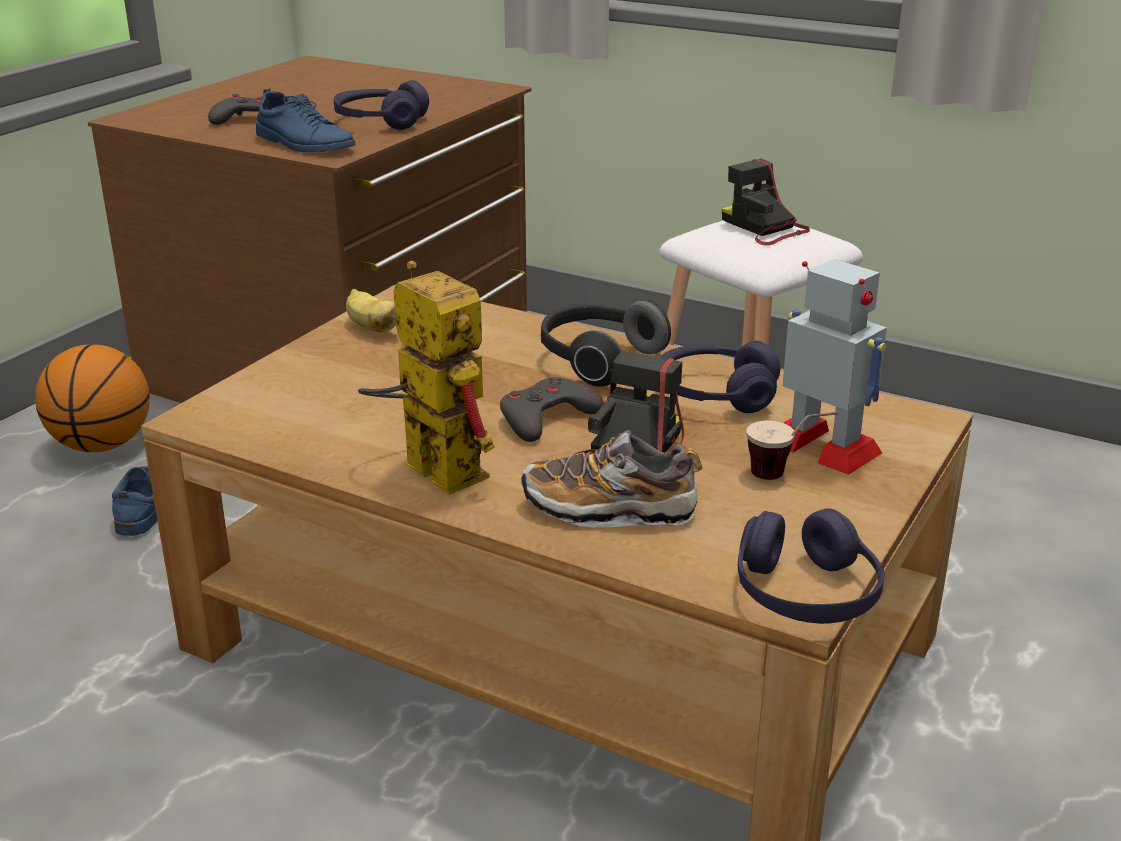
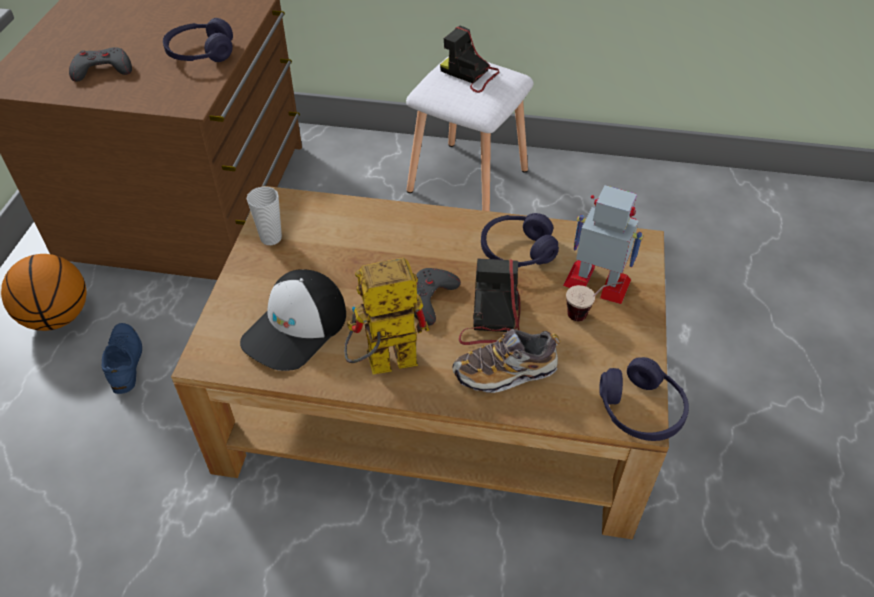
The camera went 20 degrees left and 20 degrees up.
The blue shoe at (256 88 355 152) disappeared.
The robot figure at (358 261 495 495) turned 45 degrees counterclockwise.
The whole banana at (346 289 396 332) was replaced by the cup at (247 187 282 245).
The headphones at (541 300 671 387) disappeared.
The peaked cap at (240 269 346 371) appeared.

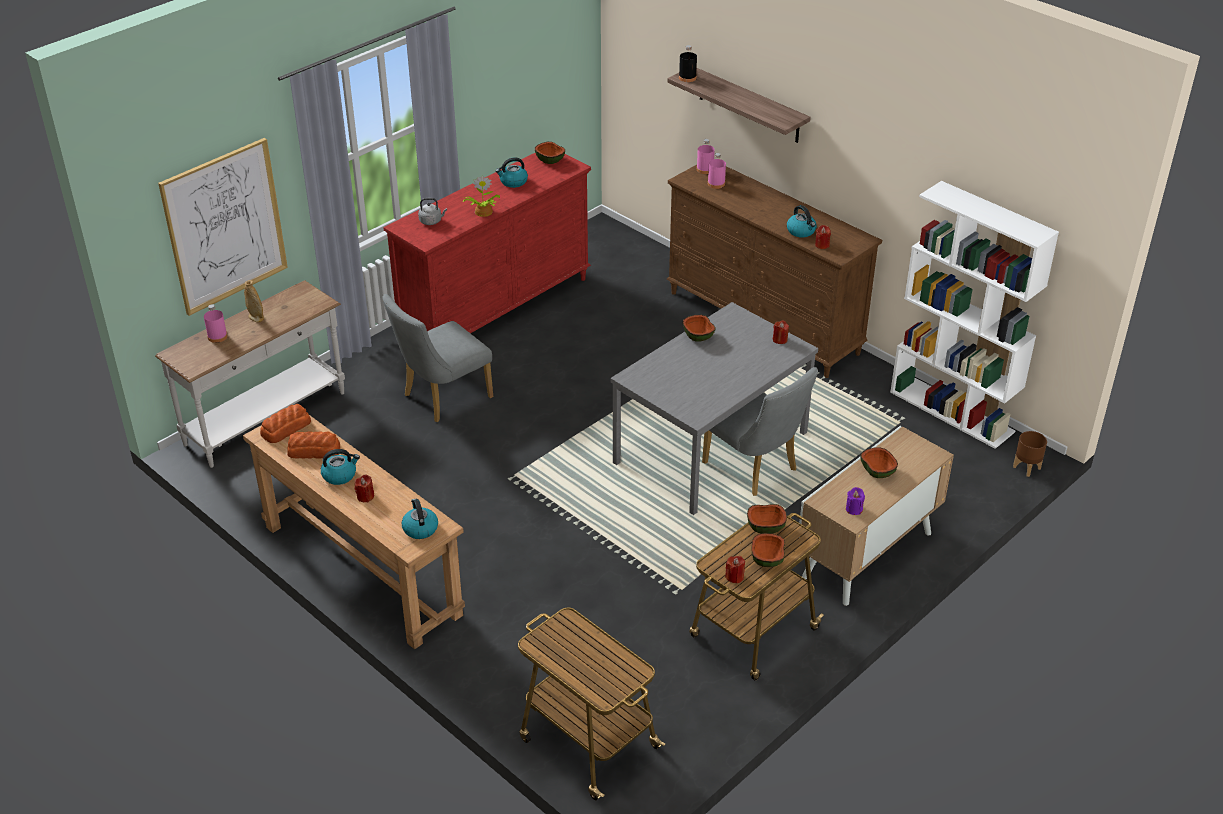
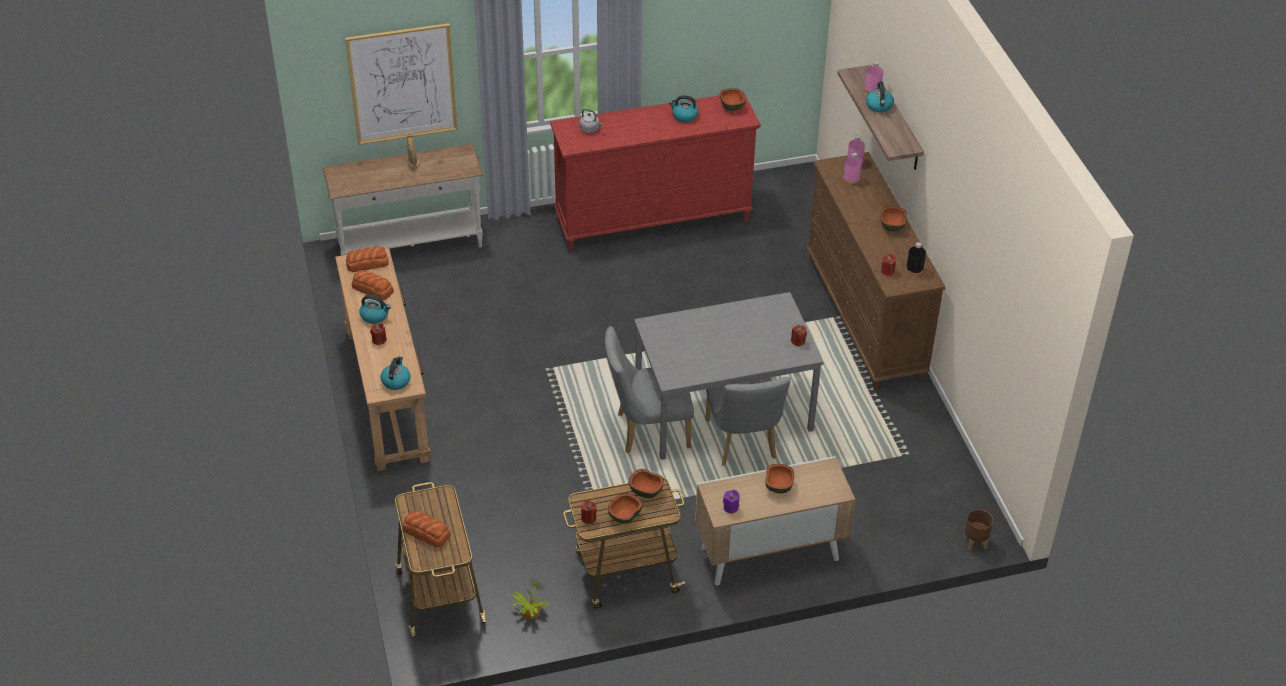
The camera went 30 degrees right and 5 degrees up.
The black bottle moved from (679 45 697 82) to (906 242 926 276).
The houseplant moved from (463 176 500 217) to (510 579 549 619).
The whitish shelving unit at (890 181 1059 449) disappeared.
The water kettle moved from (787 205 817 238) to (866 82 894 112).
The gray upright chair moved from (383 294 493 422) to (605 326 694 453).
The pinkish bottle moved from (204 304 228 343) to (864 61 883 94).
The serving bowl moved from (683 315 716 342) to (881 206 906 231).
The bakery bread at (403 510 451 547) appeared.

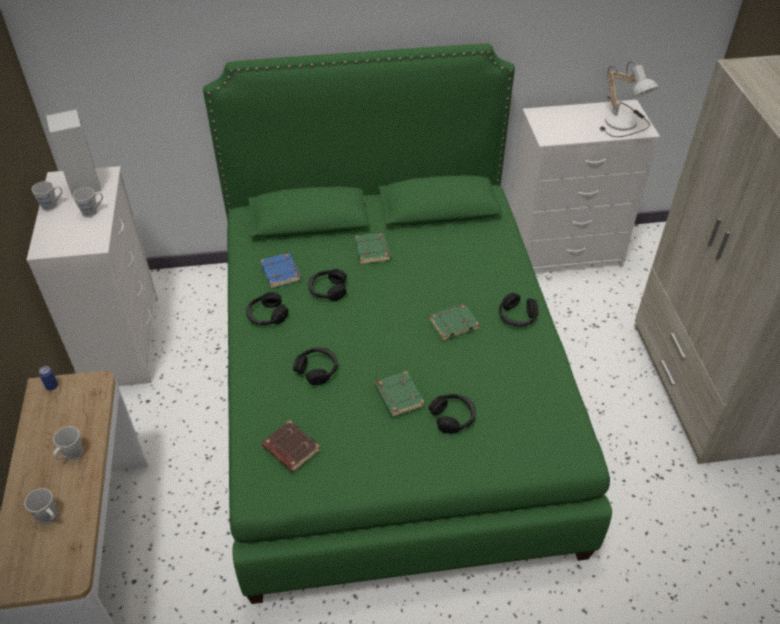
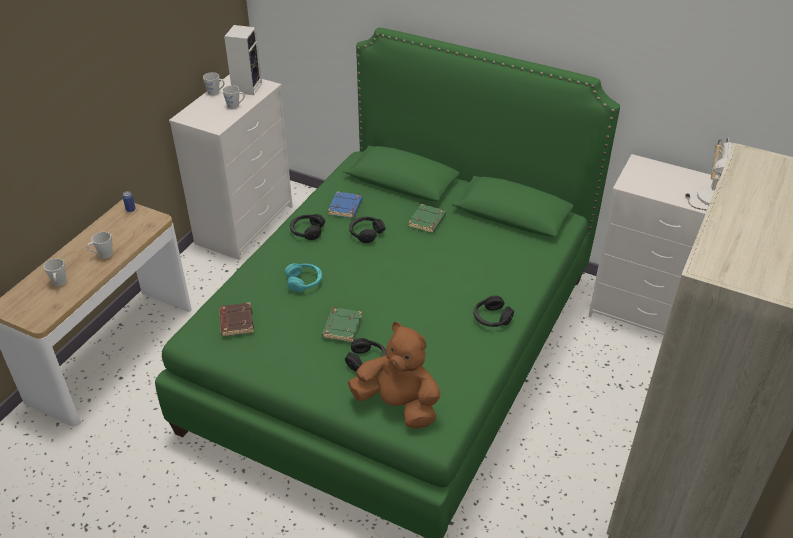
The camera went 35 degrees right and 5 degrees down.
The greenish book at (429 303 479 340) disappeared.
The black headphones at (293 347 338 385) became the turquoise-coloured headphones at (285 263 322 292).
The brownish cuddly toy at (348 322 440 429) appeared.

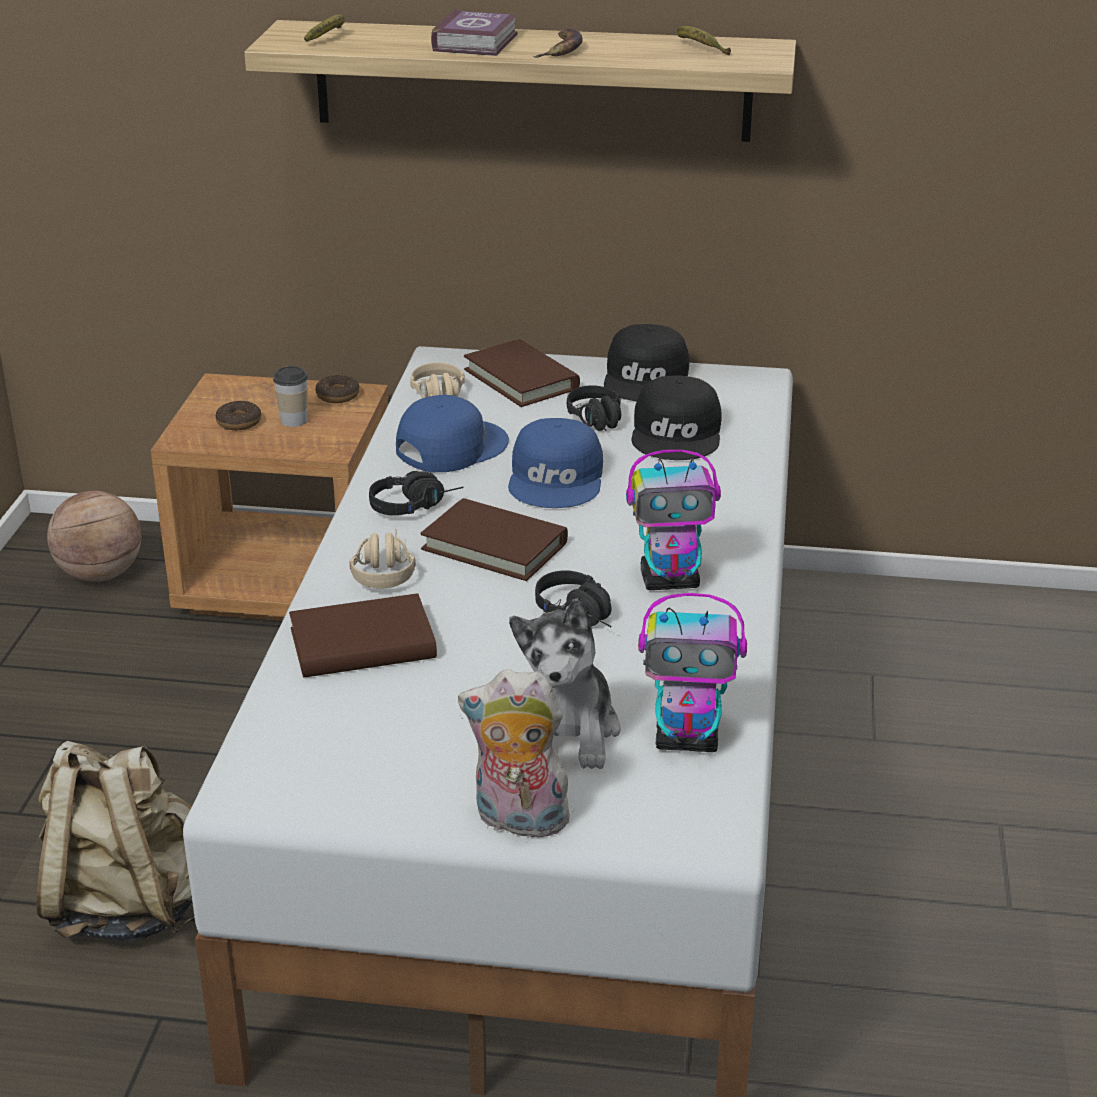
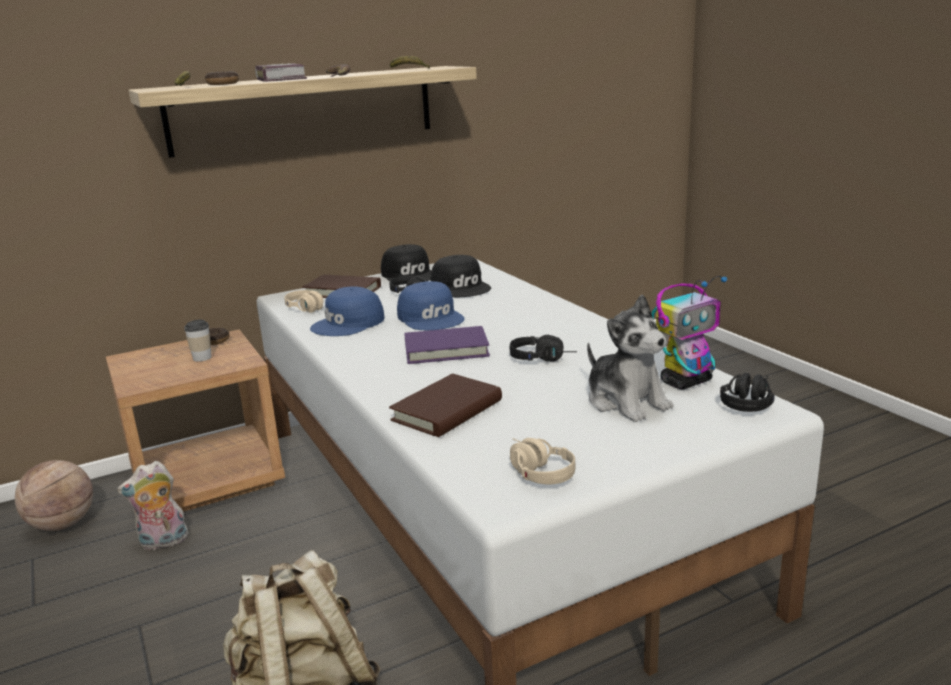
The camera went 35 degrees left and 10 degrees down.
The blue peaked cap at (396 395 509 472) turned 150 degrees counterclockwise.
The ring doughnut moved from (216 401 261 430) to (205 71 239 85).
The robot figure at (626 450 721 590) disappeared.
The black headphones moved from (369 471 464 515) to (720 373 775 412).
The brownish book at (420 498 568 581) became the purple book at (404 326 490 364).
The beige headphones moved from (349 529 416 589) to (510 438 575 484).
The cuddly toy moved from (458 669 573 843) to (117 461 189 550).

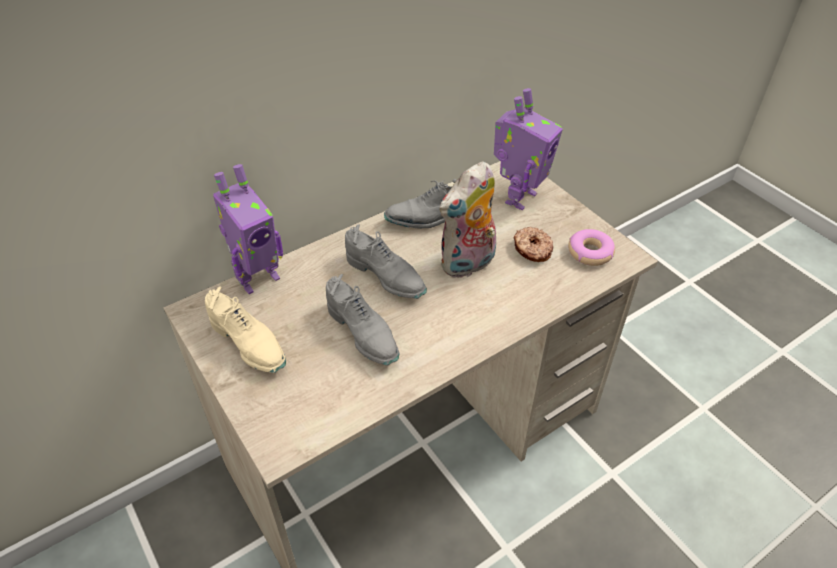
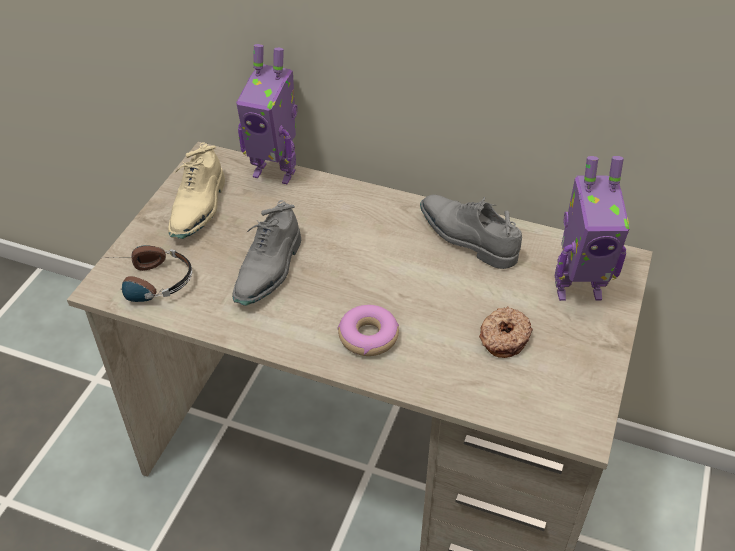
The camera went 55 degrees right and 0 degrees up.
The cuddly toy at (439 161 496 278) disappeared.
The gray shoe at (345 224 427 299) disappeared.
The ring doughnut moved from (568 229 615 266) to (338 305 399 356).
The headphones at (120 245 192 302) appeared.

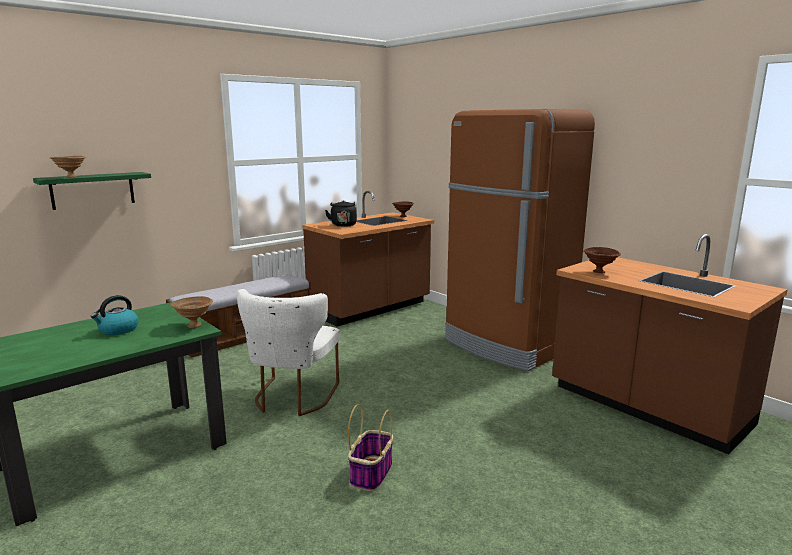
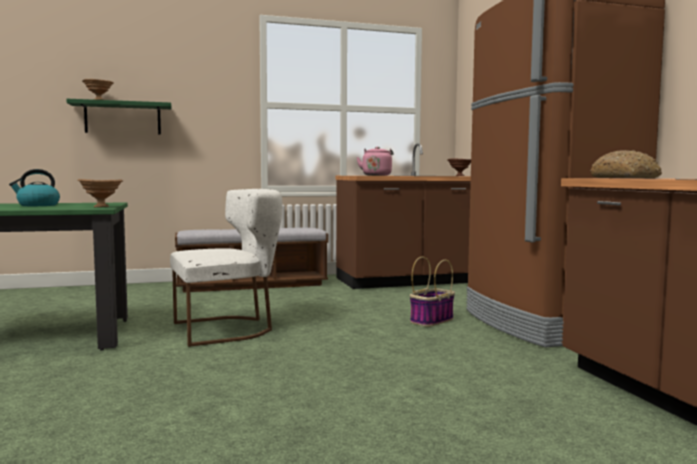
The camera went 25 degrees right and 10 degrees down.
The black water kettle at (325 200 357 227) became the pinkish water kettle at (357 147 394 176).
The brownish serving bowl at (583 247 621 273) was replaced by the bakery bread at (590 150 662 178).
The whitish upright chair at (236 289 340 416) turned 150 degrees counterclockwise.
The basket moved from (348 404 393 491) to (410 257 455 327).

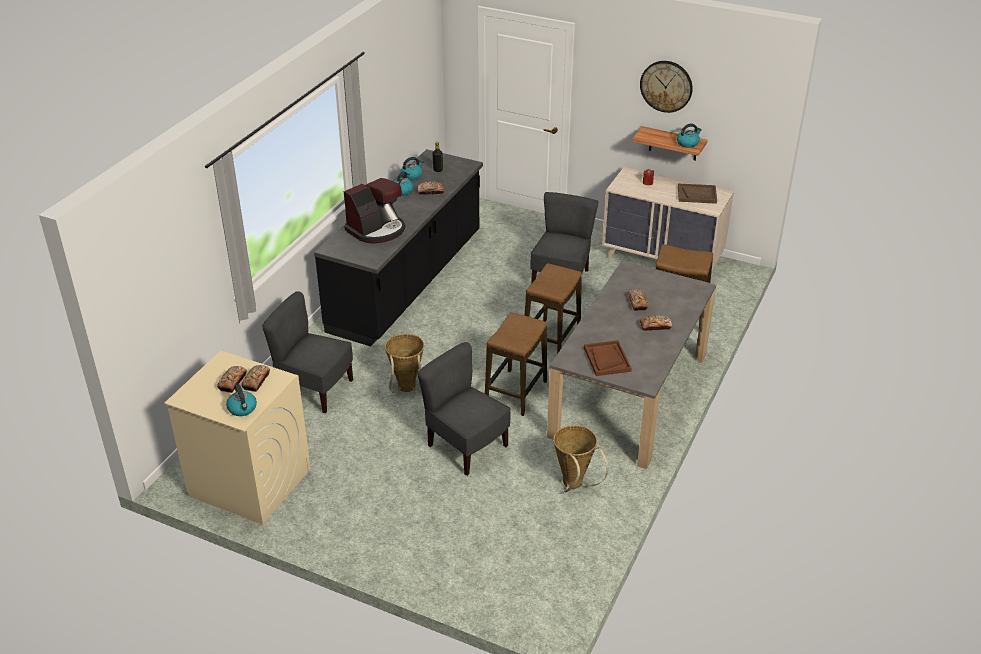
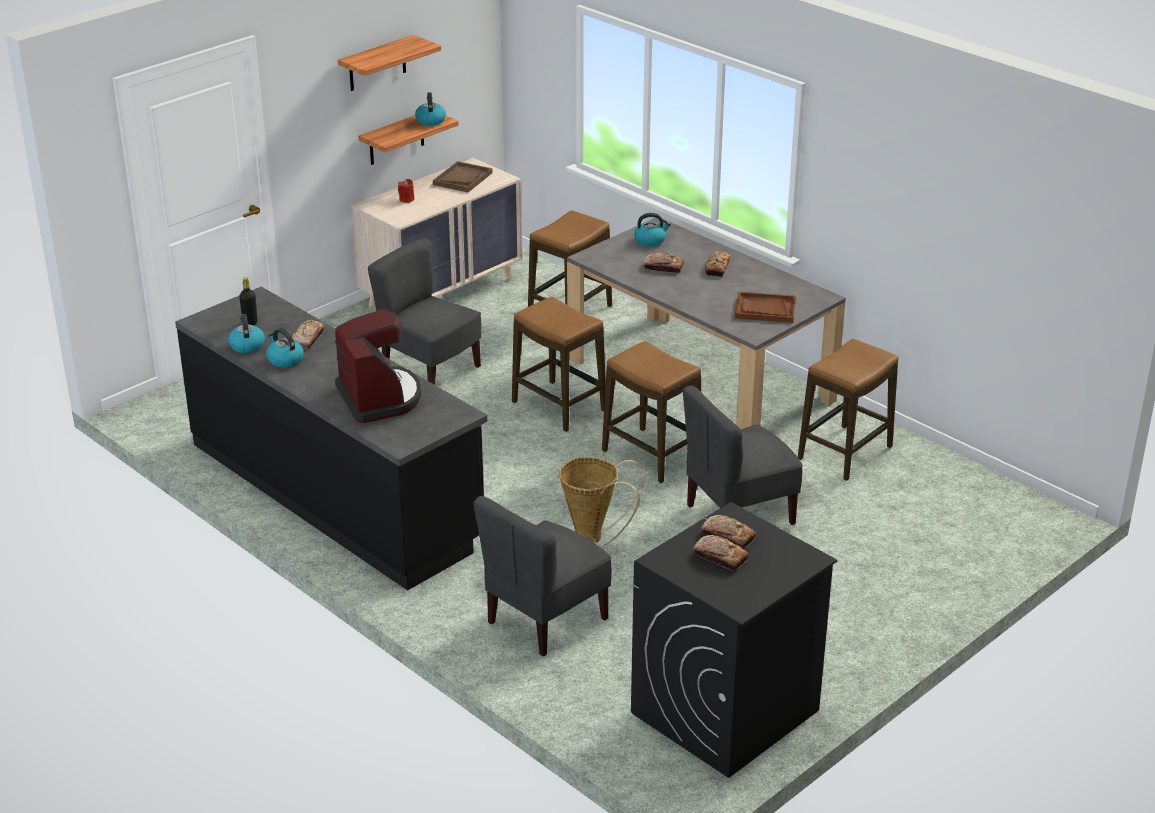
The camera went 70 degrees left and 5 degrees down.
The hanging clock at (640 61 693 113) was replaced by the wall shelf at (338 35 441 91).
The beige laundry appliance at (164 351 311 525) became the black laundry appliance at (631 502 837 778).
The water kettle moved from (226 384 257 416) to (634 213 671 246).
The basket at (553 425 608 492) was replaced by the stool at (798 338 898 481).

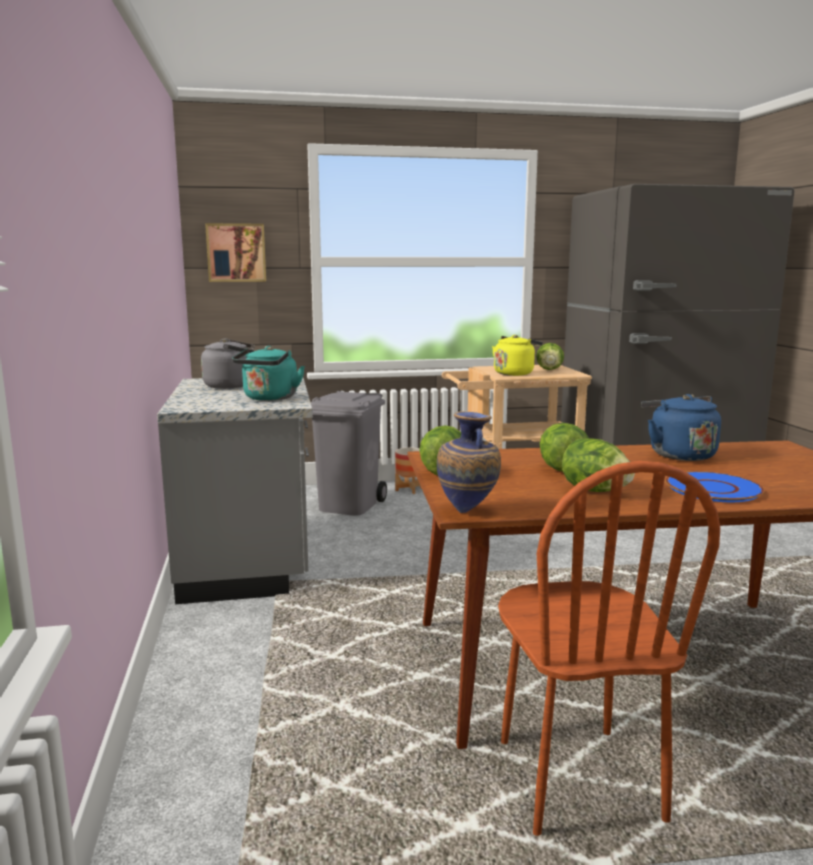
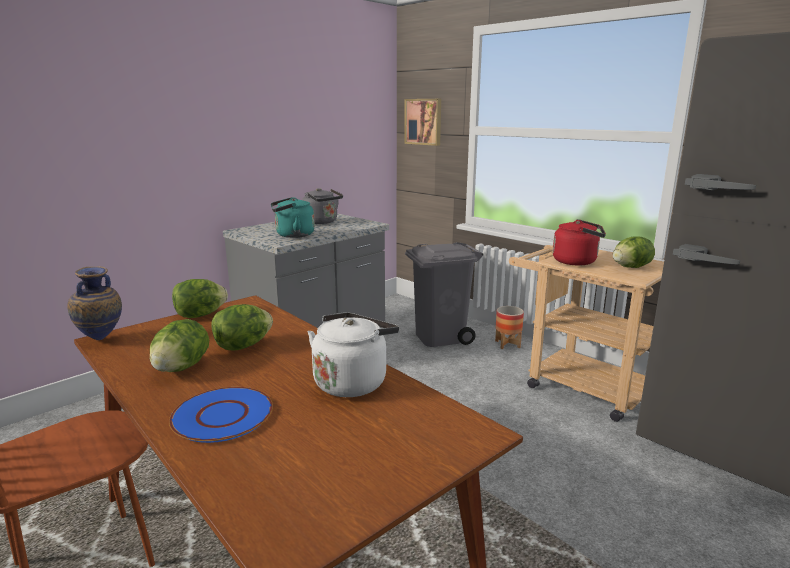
The camera went 55 degrees right and 5 degrees up.
The yellow-coloured water kettle at (492 335 543 376) became the red water kettle at (553 219 606 266).
The blue water kettle at (641 394 721 461) became the whitish water kettle at (308 312 399 397).

